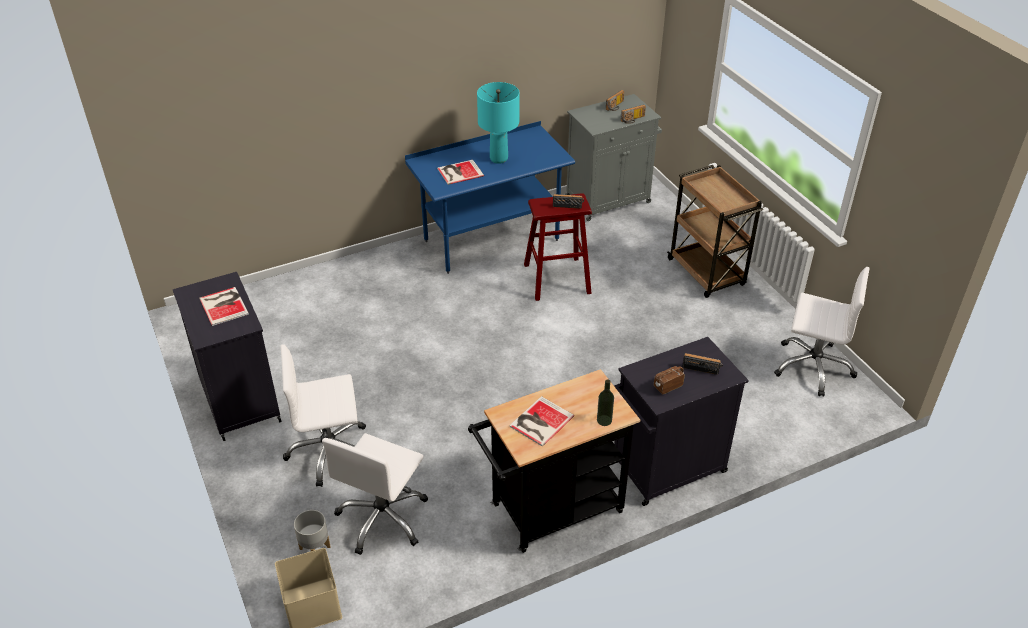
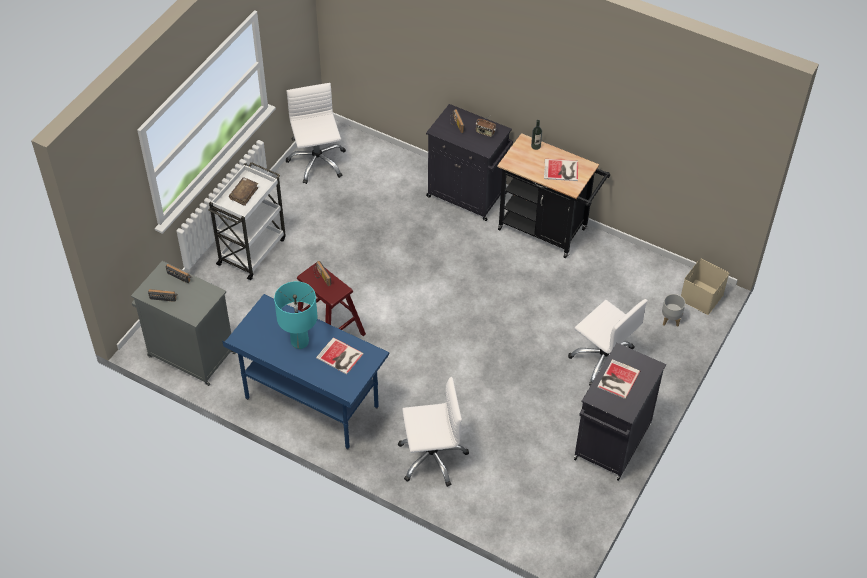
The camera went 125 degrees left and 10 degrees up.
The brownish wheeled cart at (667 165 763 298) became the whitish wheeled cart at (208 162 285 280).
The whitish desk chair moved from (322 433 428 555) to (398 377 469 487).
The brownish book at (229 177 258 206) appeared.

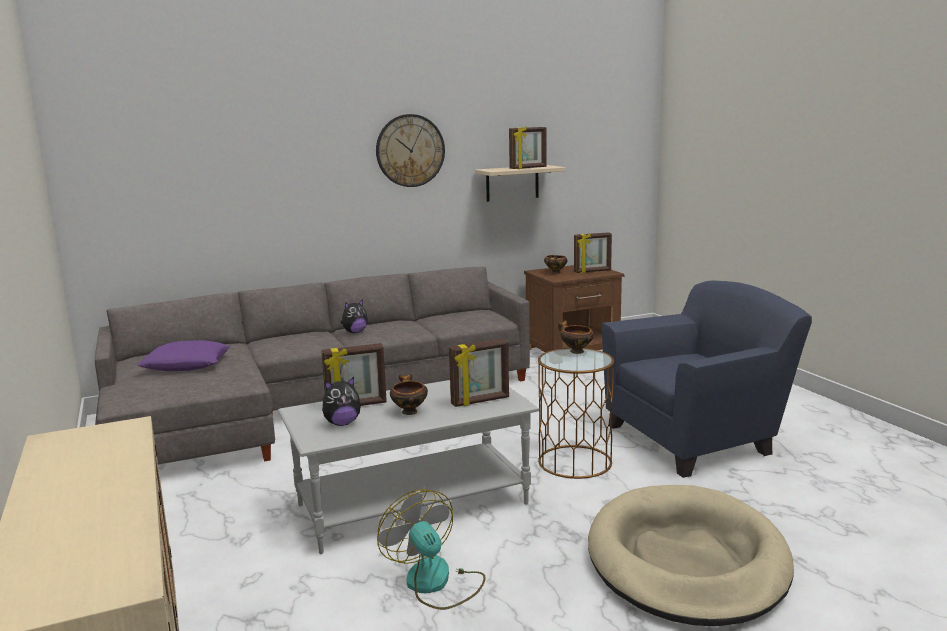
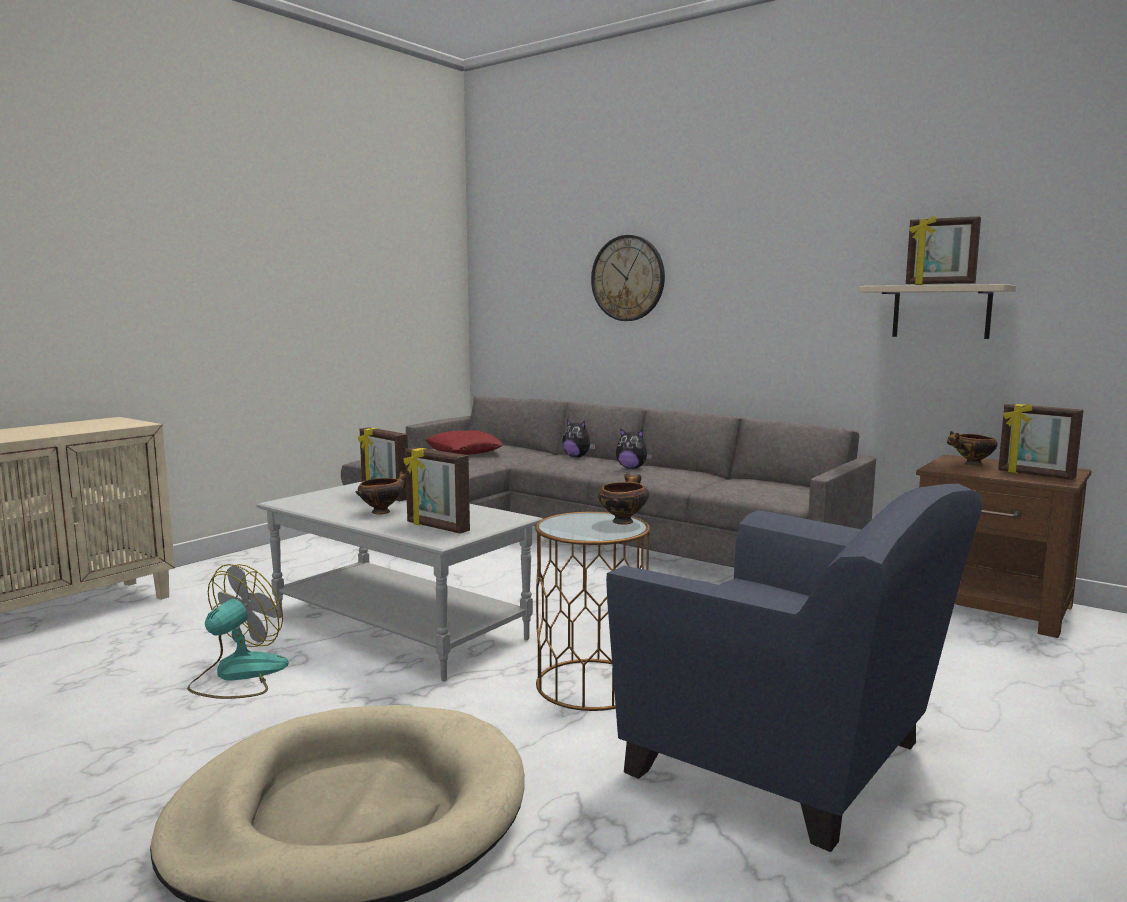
The camera went 60 degrees right and 5 degrees down.
The hanging clock moved from (376 114 445 187) to (591 235 665 321).
The purple throw pillow at (137 340 230 371) became the red throw pillow at (425 430 503 455).
The cuddly toy moved from (322 377 361 426) to (562 419 596 457).

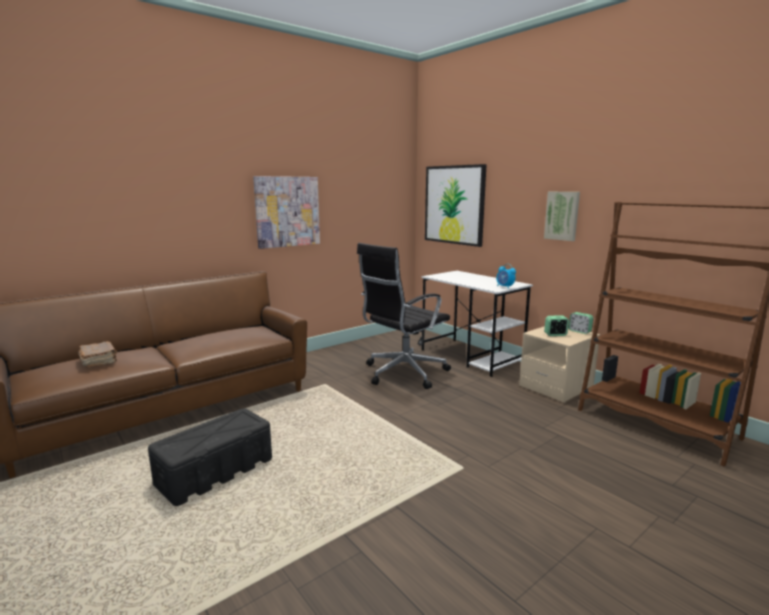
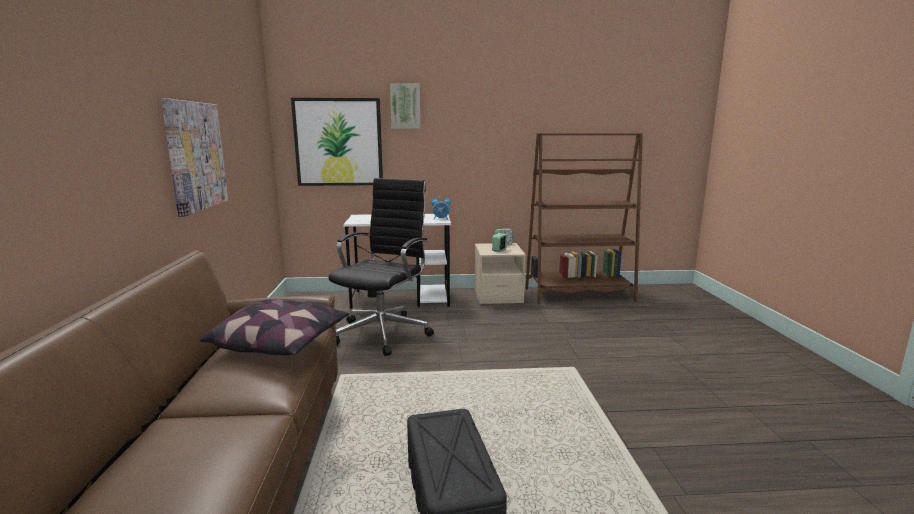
The camera went 55 degrees left and 0 degrees up.
The wall art moved from (544 192 580 241) to (390 83 421 129).
The black desk chair at (357 243 451 389) turned 150 degrees counterclockwise.
The brownish book at (78 341 117 368) disappeared.
The throw pillow at (200 299 350 355) appeared.

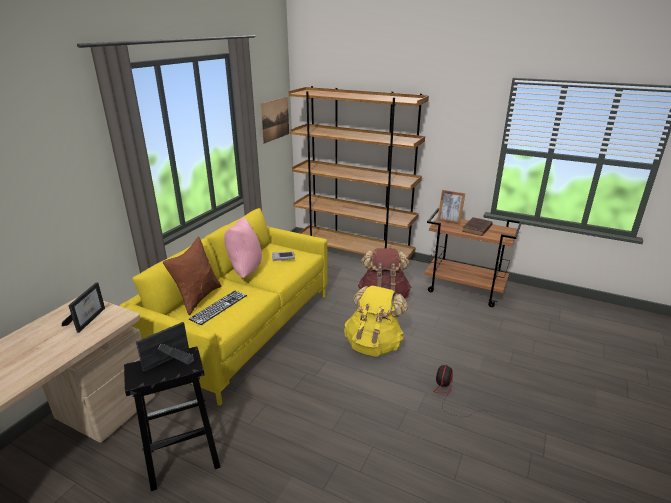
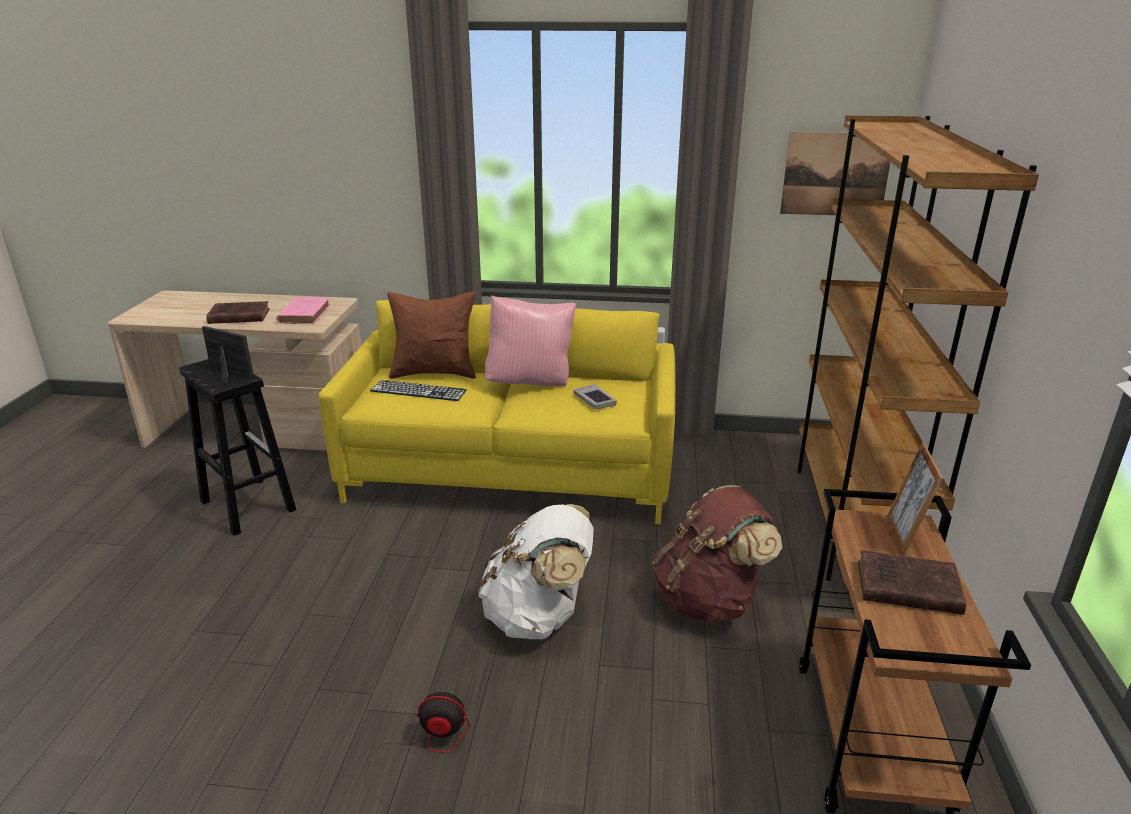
The camera went 70 degrees right and 0 degrees up.
The picture frame at (62 282 105 333) was replaced by the pinkish book at (276 297 330 324).
The yellow-coloured rucksack at (344 286 408 357) became the whitish rucksack at (478 504 594 639).
The brownish book at (206 301 270 324) appeared.

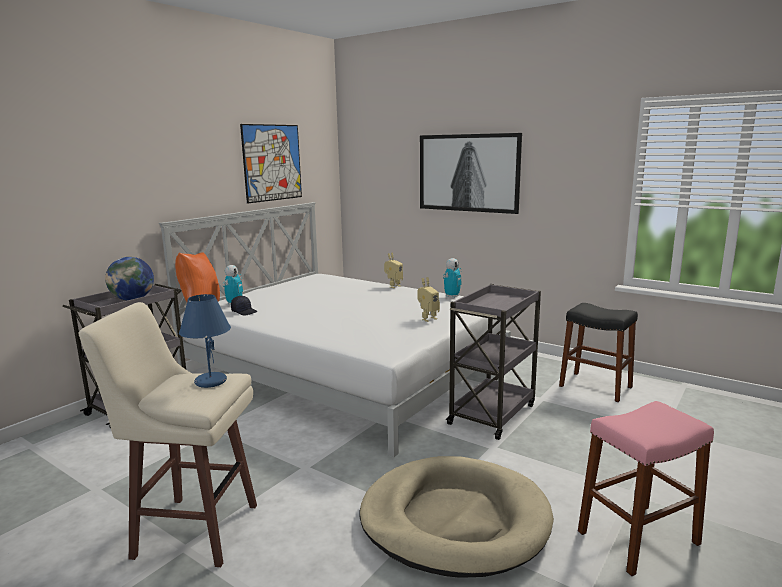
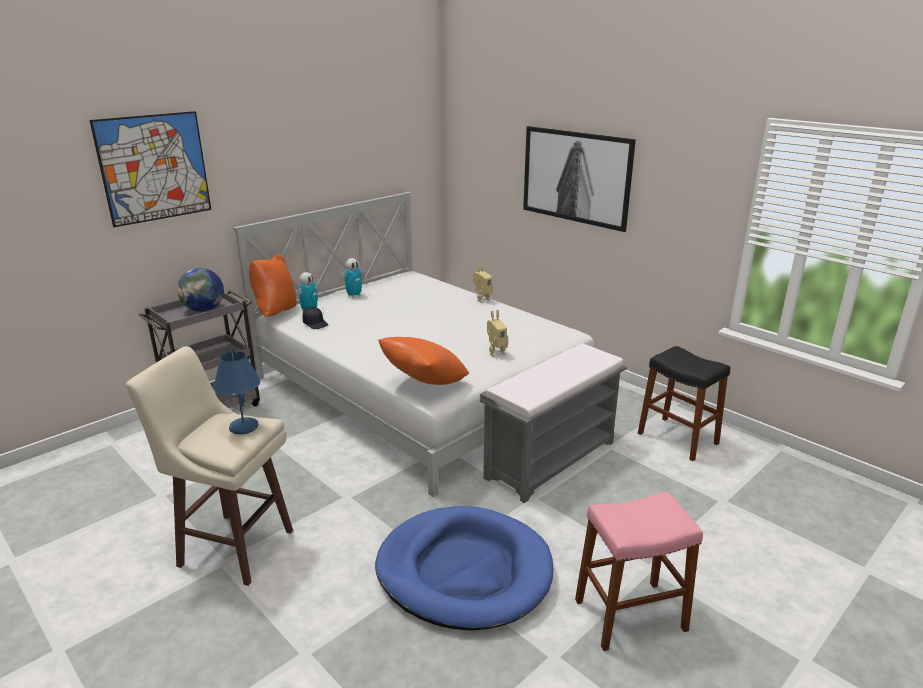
The camera went 10 degrees right and 10 degrees up.
The wall art moved from (240 124 302 204) to (90 111 211 227).
The robot figure moved from (443 258 462 298) to (338 258 367 298).
The gray wheeled cart at (446 284 541 440) was replaced by the gray bench at (480 343 627 503).
The beige dog cushion at (359 456 554 578) became the blue dog cushion at (375 506 554 631).
The orangey throw pillow at (378 337 469 385) appeared.

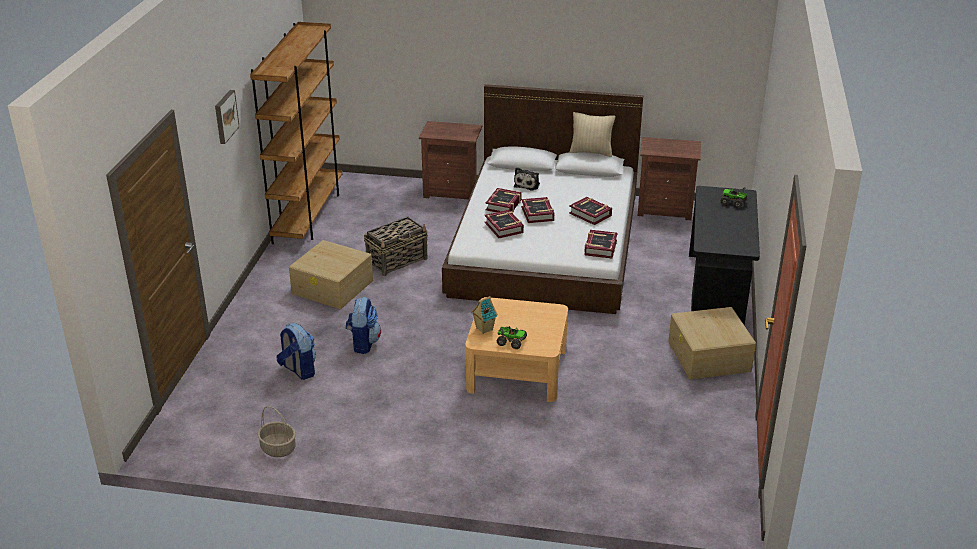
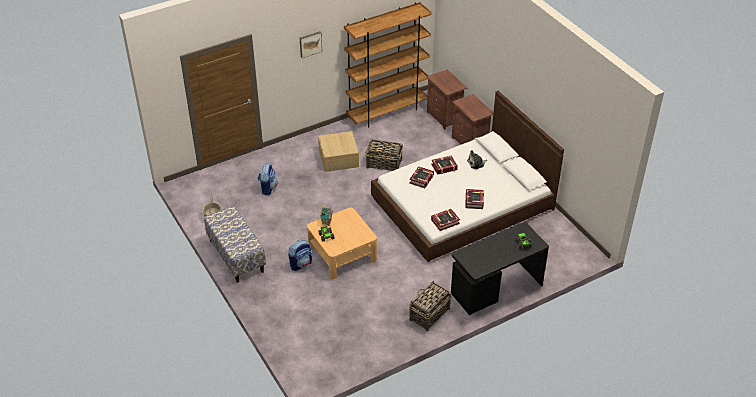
The camera went 50 degrees right and 10 degrees up.
The beige throw pillow at (570 112 615 157) disappeared.
The brownish bedside table moved from (638 137 701 220) to (427 69 468 129).
The book at (521 197 554 223) disappeared.
The rucksack moved from (346 297 381 354) to (288 240 312 271).
The beige storage box at (668 307 756 379) was replaced by the basket at (409 281 452 331).
The bench at (204 206 266 283) appeared.

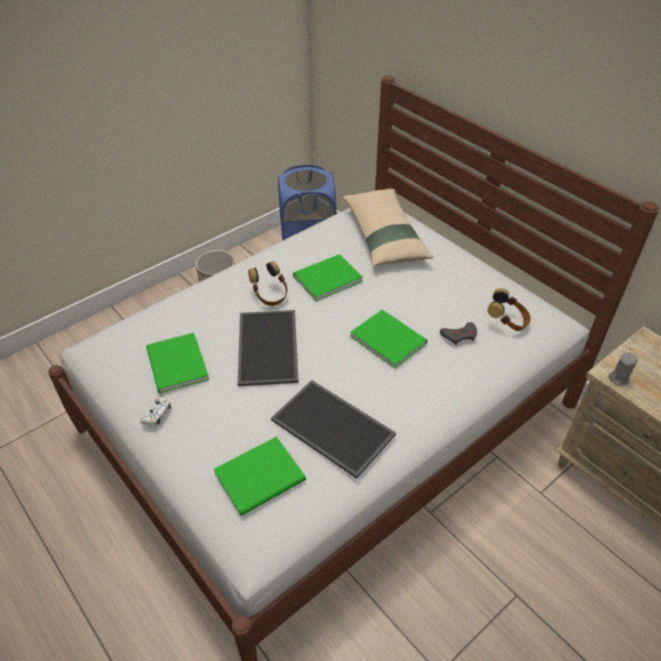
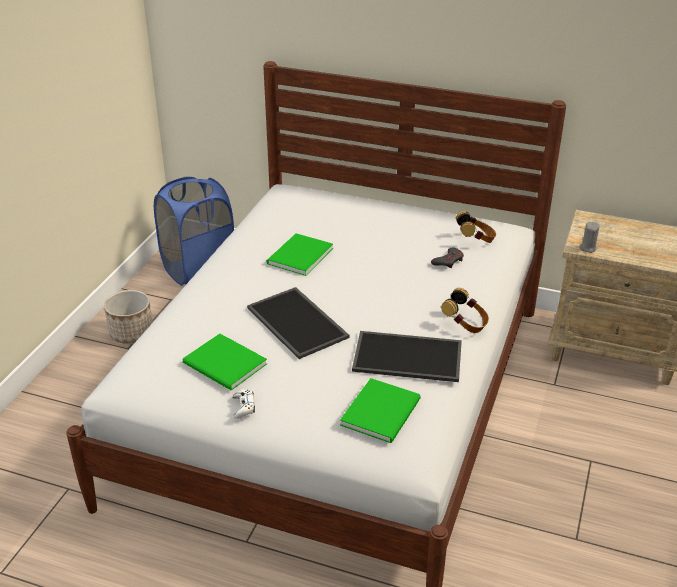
The camera went 30 degrees left and 10 degrees down.
The beige throw pillow at (343 189 433 266) disappeared.
The headphones moved from (248 261 288 306) to (441 288 489 333).
The greenish book at (350 310 428 368) disappeared.

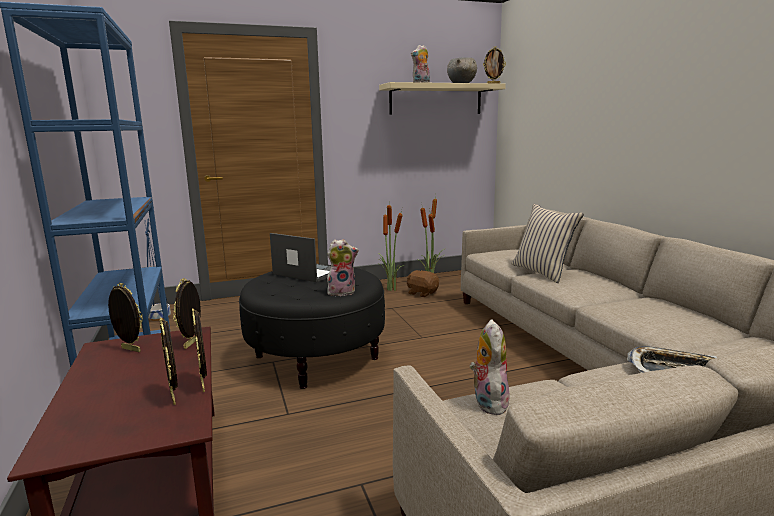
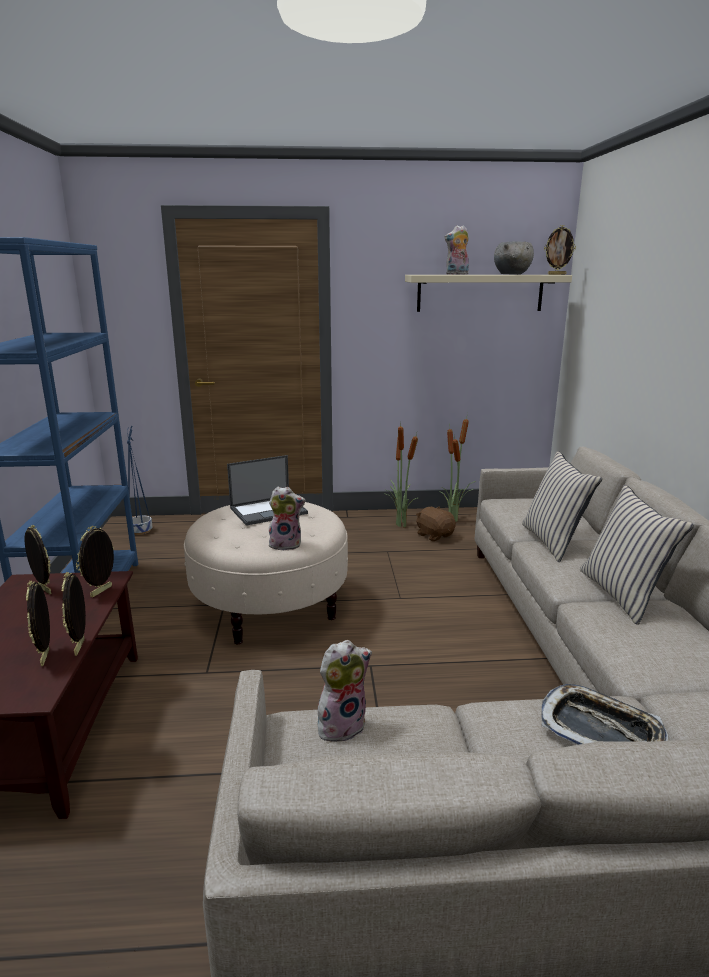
The camera went 15 degrees right and 5 degrees up.
The laptop at (270 233 331 282) turned 105 degrees clockwise.
The black ottoman at (239 265 385 389) became the beige ottoman at (184 502 348 644).
The cuddly toy at (469 319 510 415) turned 45 degrees clockwise.
The beige throw pillow at (580 485 694 625) appeared.

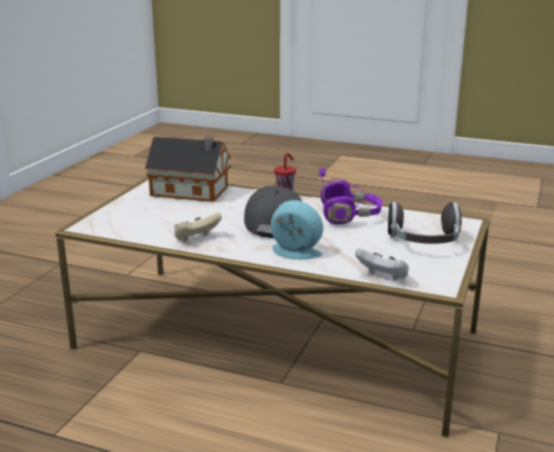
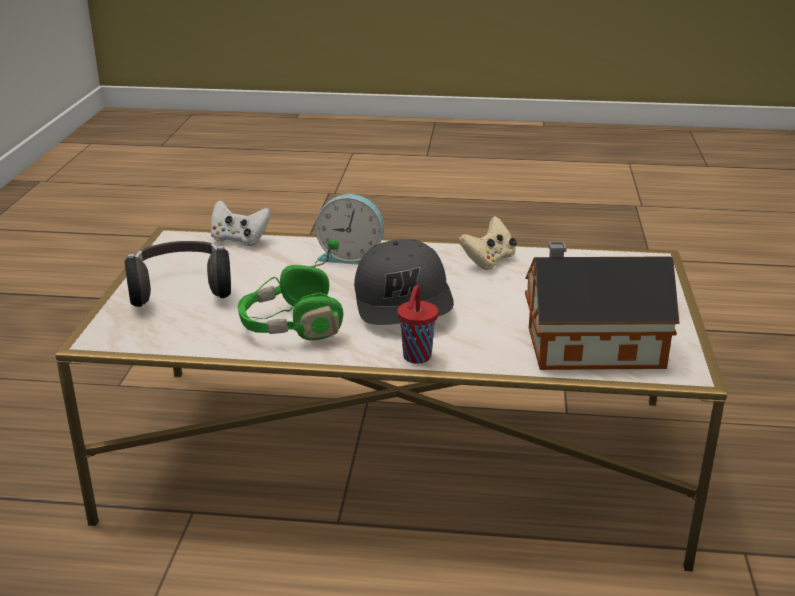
The camera went 165 degrees right and 5 degrees up.
The purple headphones at (319 168 382 224) became the greenish headphones at (238 239 343 340).

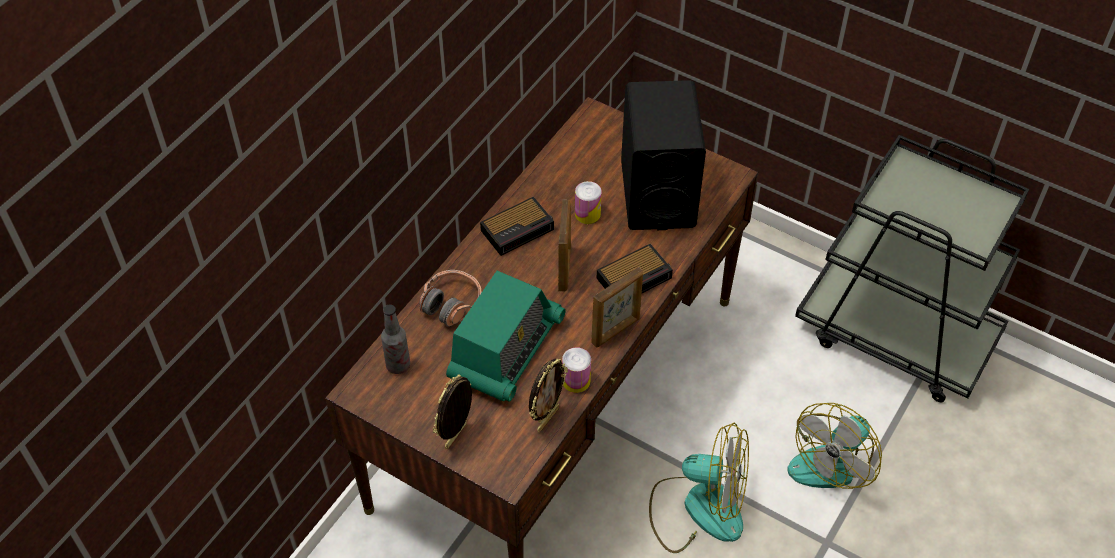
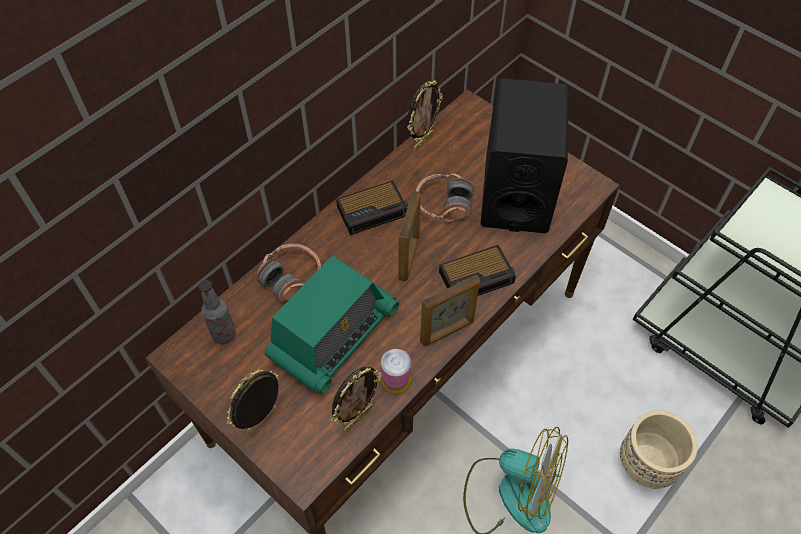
The camera went 10 degrees right and 5 degrees up.
The sealed can at (575 181 602 224) was replaced by the headphones at (416 173 474 222).
The cooling fan at (787 403 882 489) was replaced by the beige plant pot at (620 410 698 489).
The picture frame at (407 80 443 151) appeared.

